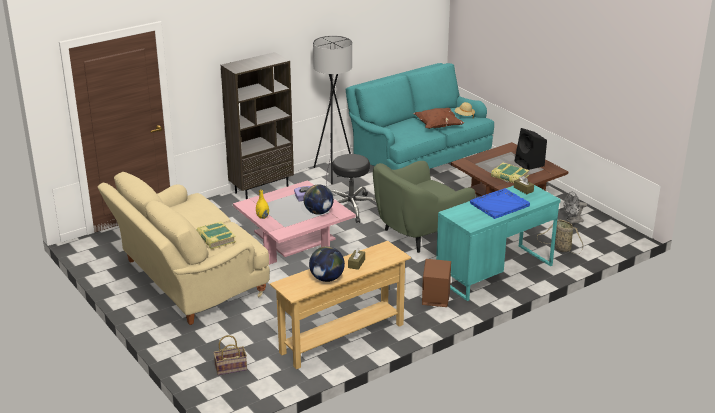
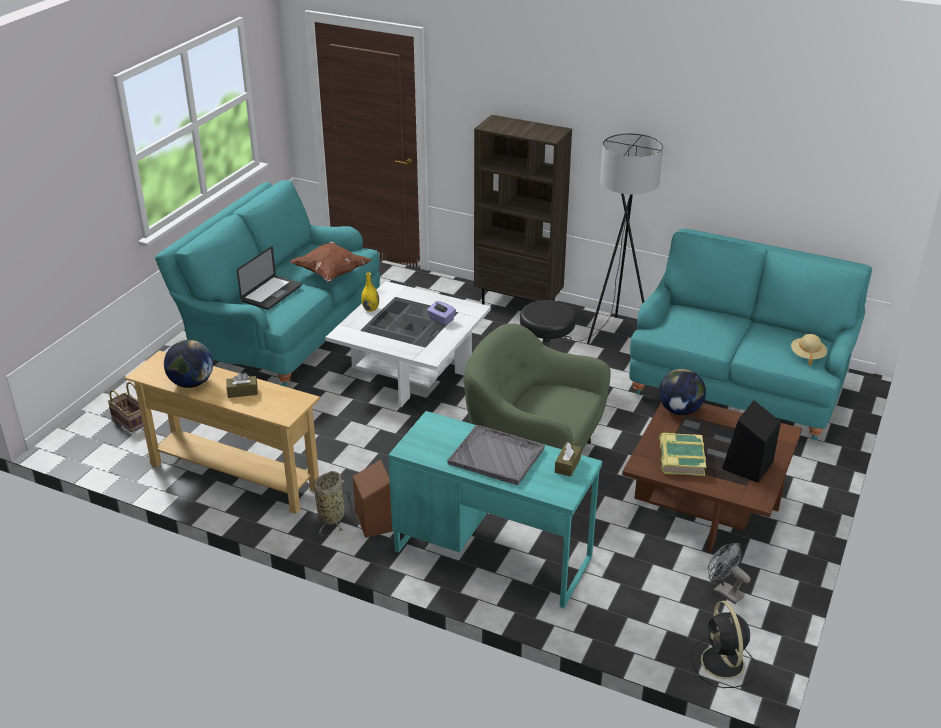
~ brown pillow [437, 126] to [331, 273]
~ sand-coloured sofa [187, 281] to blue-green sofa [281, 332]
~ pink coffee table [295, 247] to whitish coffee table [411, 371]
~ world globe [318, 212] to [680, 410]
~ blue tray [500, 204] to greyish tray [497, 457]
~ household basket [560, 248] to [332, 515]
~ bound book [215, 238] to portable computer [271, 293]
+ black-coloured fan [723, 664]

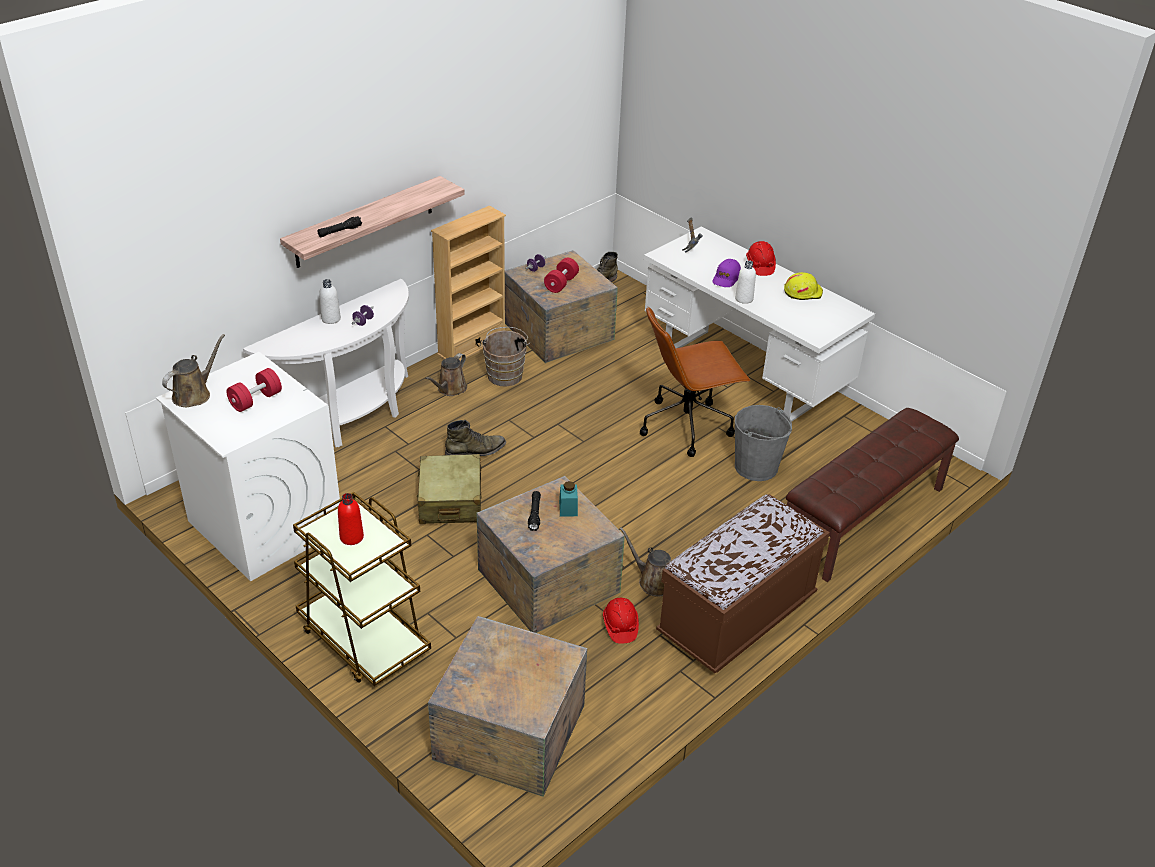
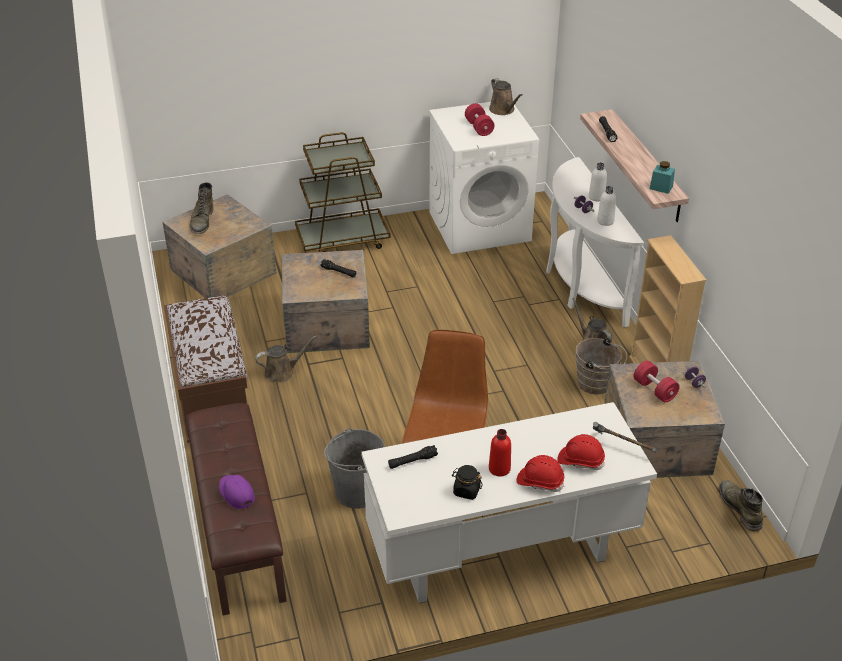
~ purple-coloured peaked cap [726, 278] to [236, 493]
~ whitish drink bottle [744, 299] to [605, 221]
~ yellowish work helmet [802, 292] to black-coloured storage jar [466, 491]
~ green boot [476, 451] to [202, 221]
- sand-coloured piece of luggage [450, 500]
~ blue-green storage jar [568, 508] to [661, 187]
~ red-coloured drink bottle [351, 537] to [499, 469]
~ red-coloured work helmet [620, 626] to [580, 460]
+ black-coloured hand torch [412, 461]

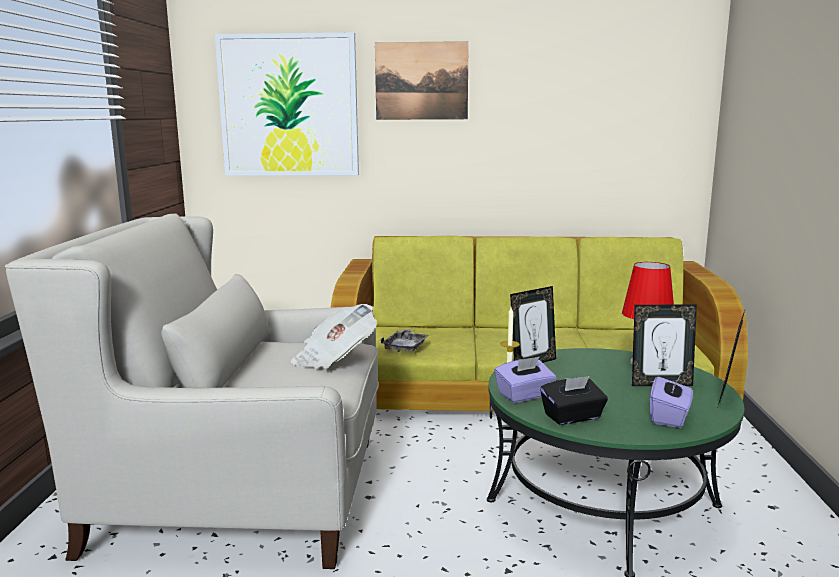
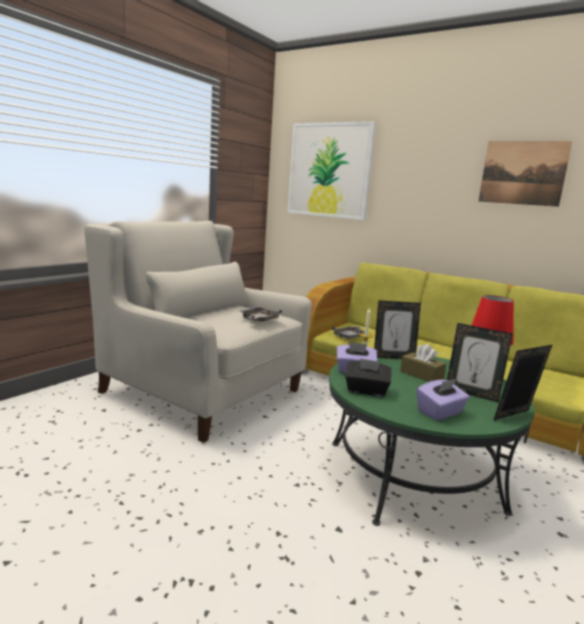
~ picture [421, 81] to [522, 173]
~ daily paper [334, 358] to greyish tray [259, 320]
+ brown tissue holder [421, 375]

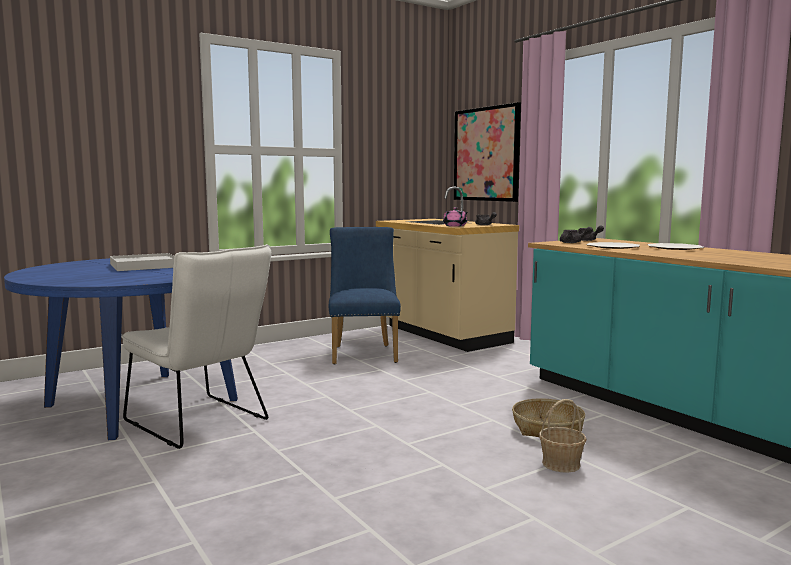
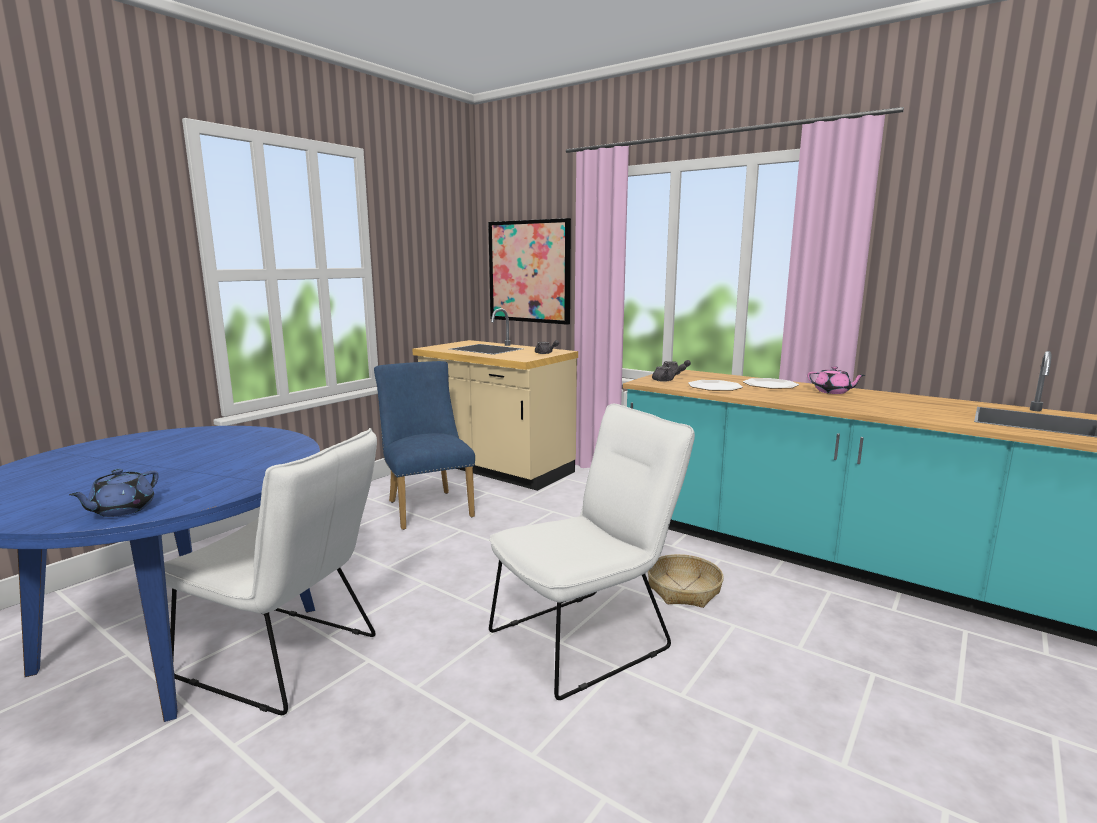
~ pink tea pot [455, 226] to [832, 392]
- whitish tray [144, 266]
- household basket [561, 464]
+ whitish upright chair [589, 636]
+ blue tea pot [122, 510]

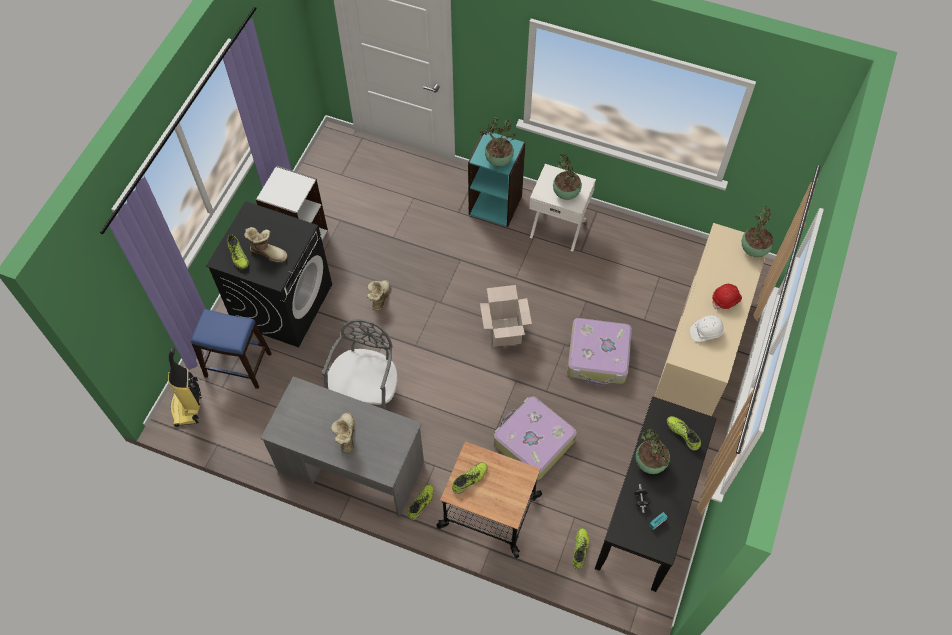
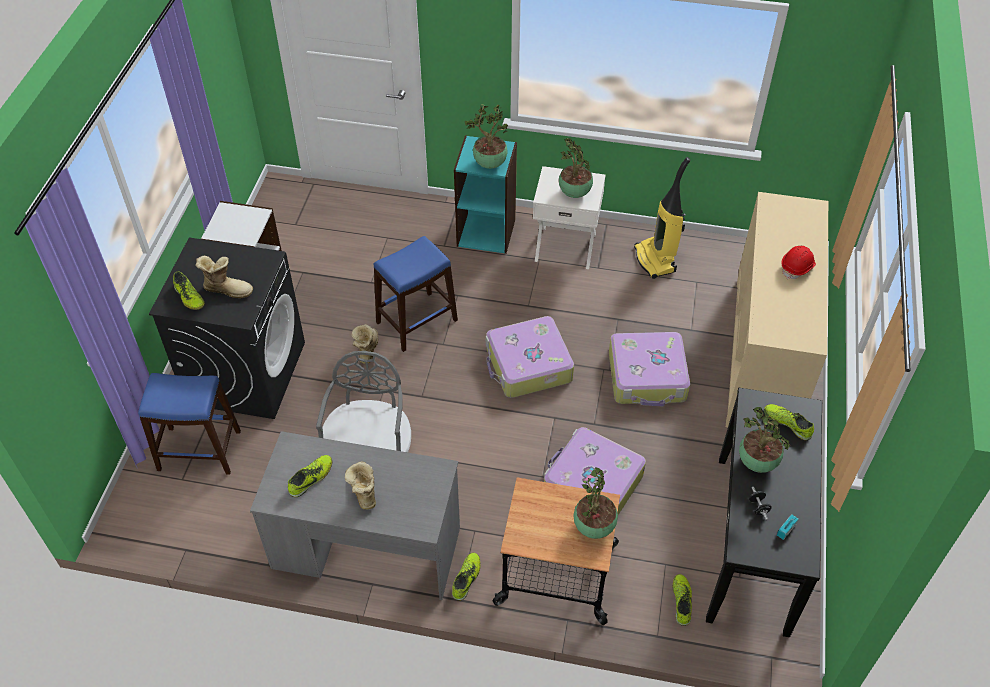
~ houseplant [753, 251] to [593, 528]
~ packing box [504, 331] to piece of luggage [528, 365]
- whitish work helmet [706, 332]
~ vacuum cleaner [188, 406] to [656, 260]
~ item of footwear [470, 479] to [311, 478]
+ blue sitting stool [416, 321]

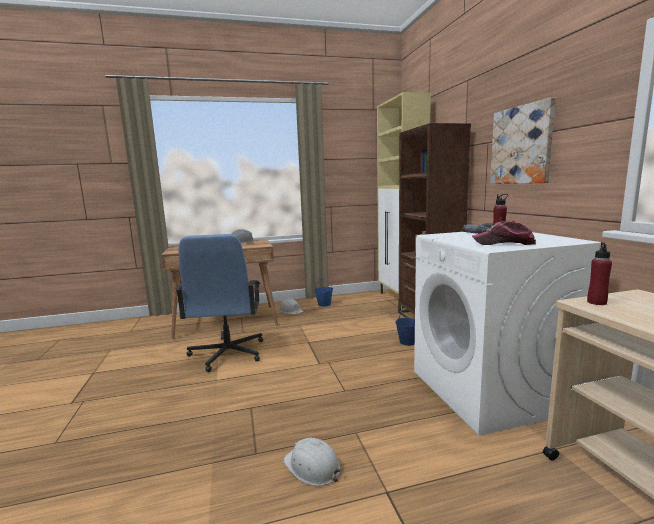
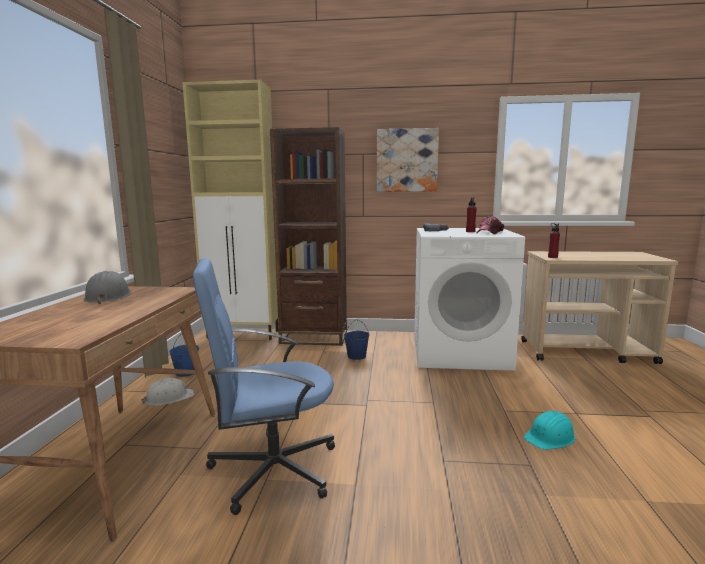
~ blue computer chair [227, 354] = [271, 469] 150 degrees clockwise
~ whitish work helmet [312, 467] to blue-green work helmet [550, 437]

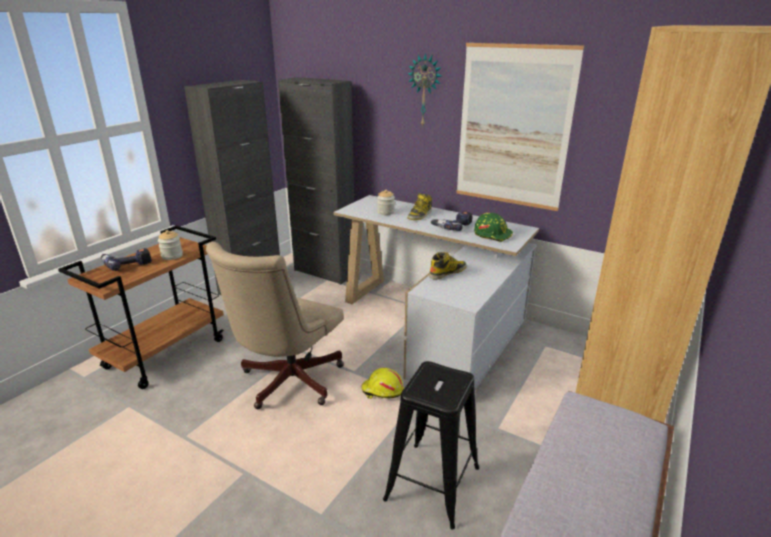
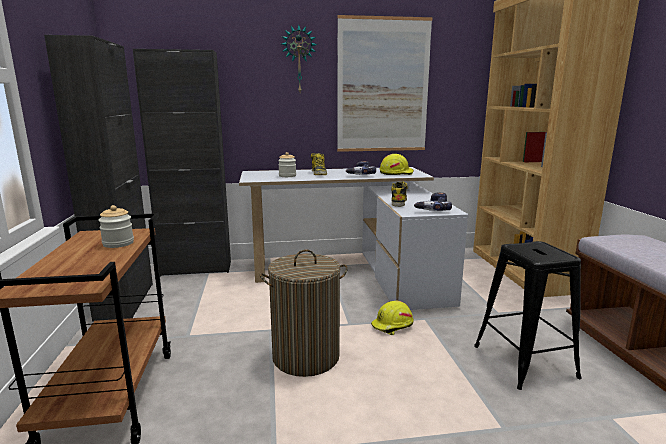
~ green work helmet [493, 234] to yellowish work helmet [396, 173]
~ sand-coloured computer chair [287, 383] to hamper [305, 357]
~ electric drill [127, 264] to [432, 209]

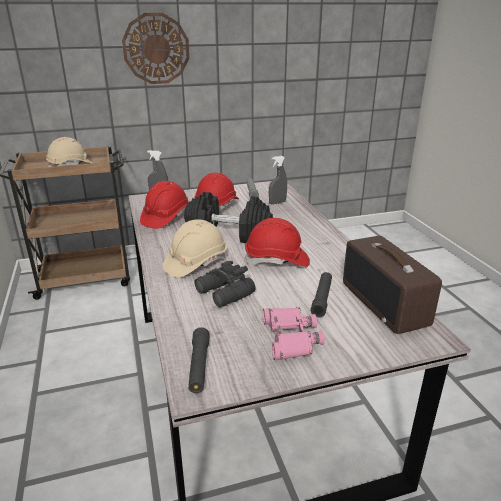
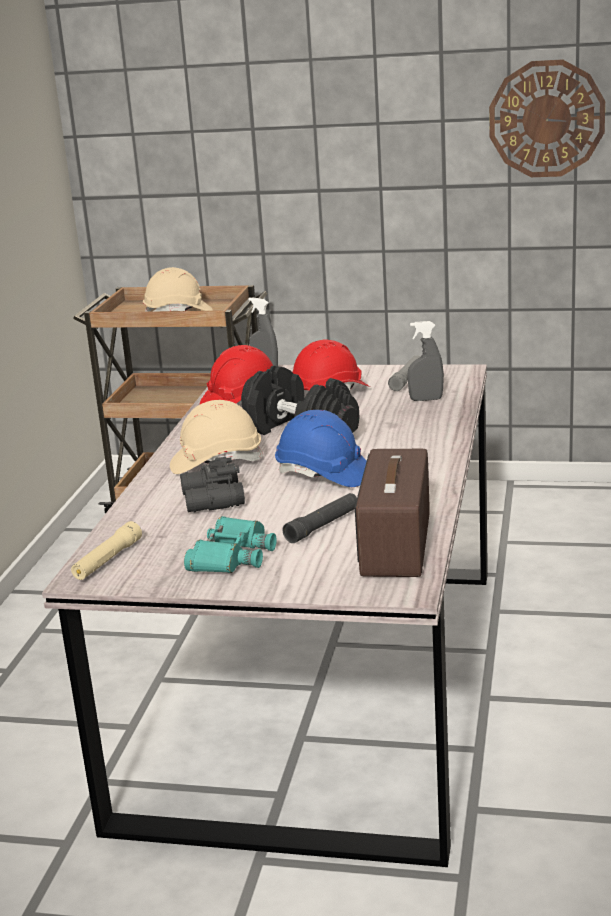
~ hanging clock [156, 49] to [546, 119]
~ red-coloured work helmet [277, 260] to blue work helmet [323, 475]
~ pink field glasses [290, 338] to blue-green field glasses [232, 556]
~ black-coloured hand torch [199, 365] to sand-coloured hand torch [107, 560]

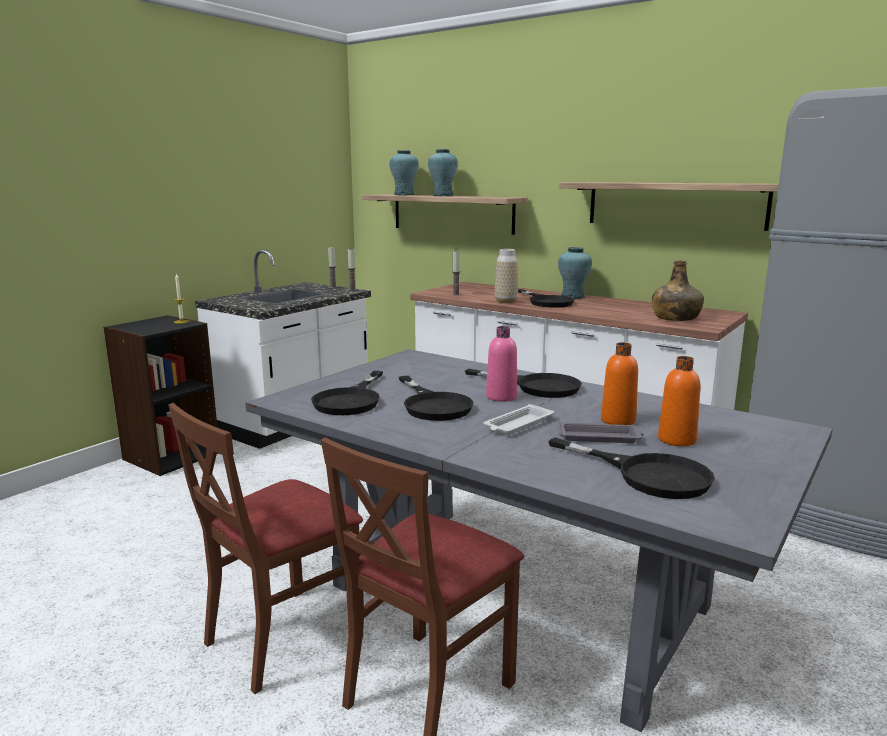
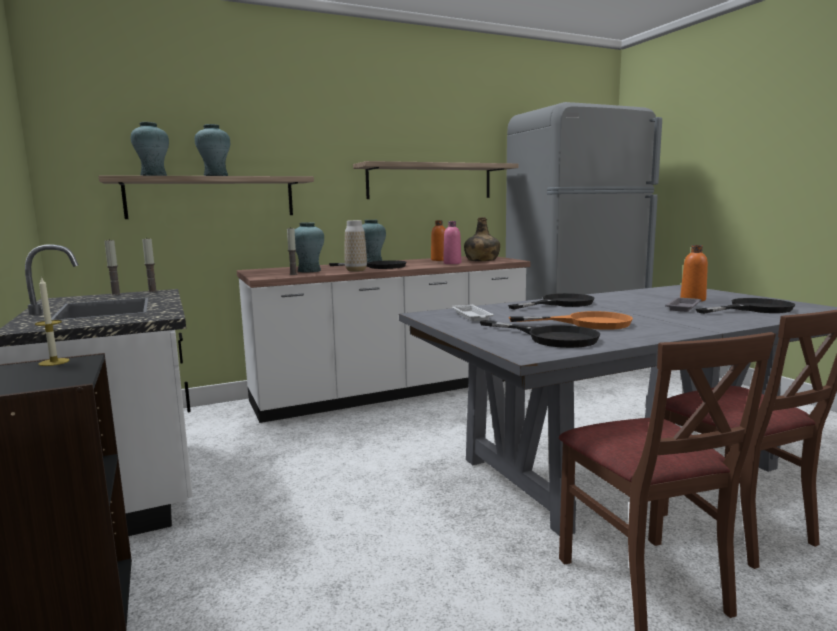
~ pink drink bottle [501, 397] to [452, 263]
~ orange-coloured drink bottle [618, 420] to [439, 260]
~ black-coloured skillet [433, 405] to orange-coloured skillet [587, 323]
~ whitish tray [517, 425] to [472, 316]
+ blue-green decorative vase [309, 271]

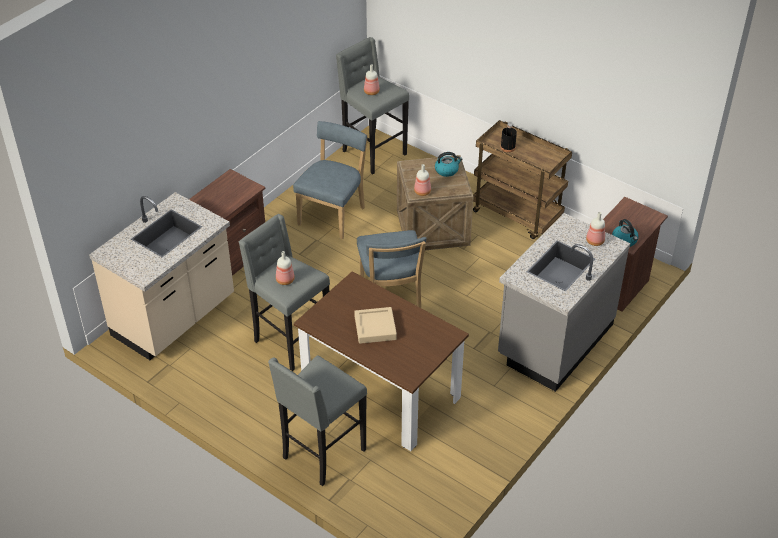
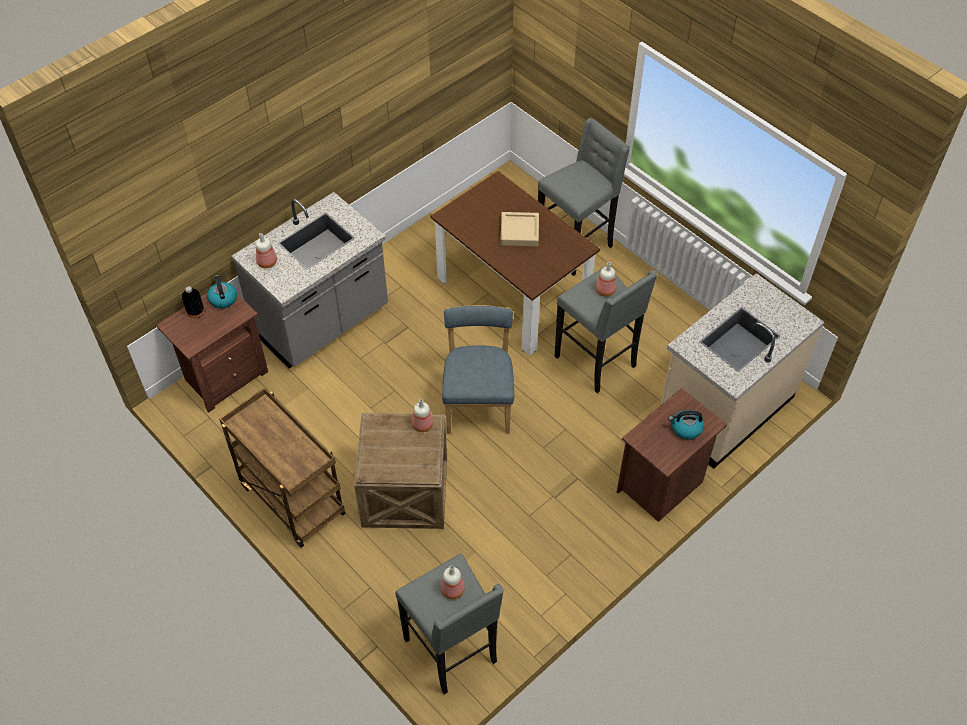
- blue upright chair [333, 214]
~ black-coloured drink bottle [508, 147] to [195, 311]
~ kettle [447, 170] to [686, 428]

